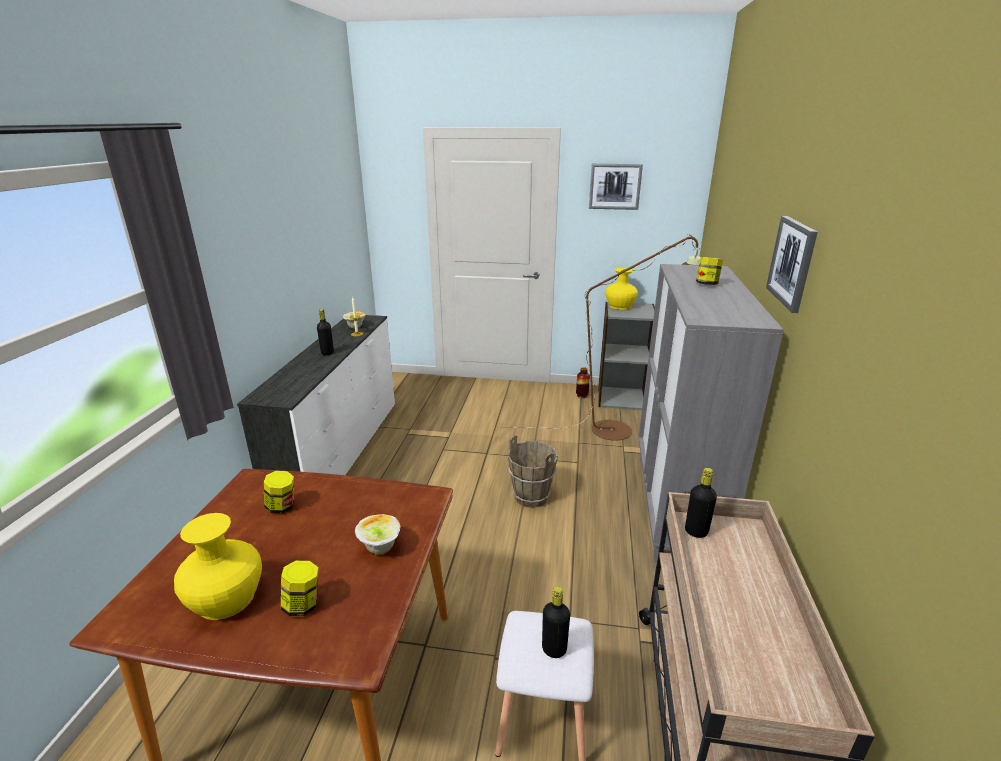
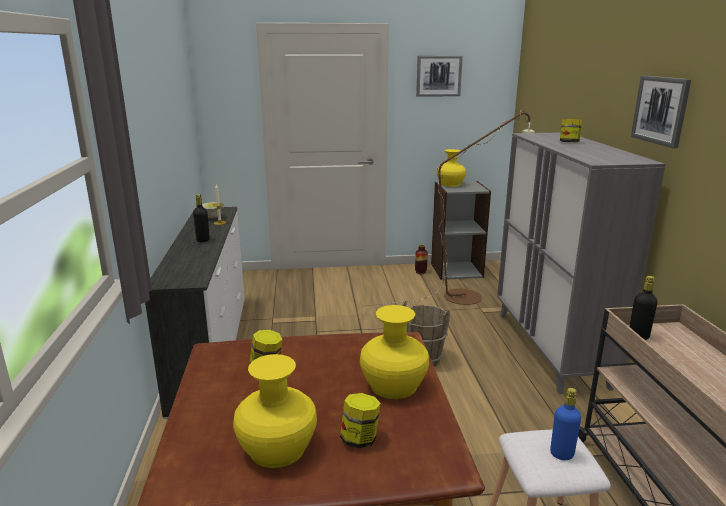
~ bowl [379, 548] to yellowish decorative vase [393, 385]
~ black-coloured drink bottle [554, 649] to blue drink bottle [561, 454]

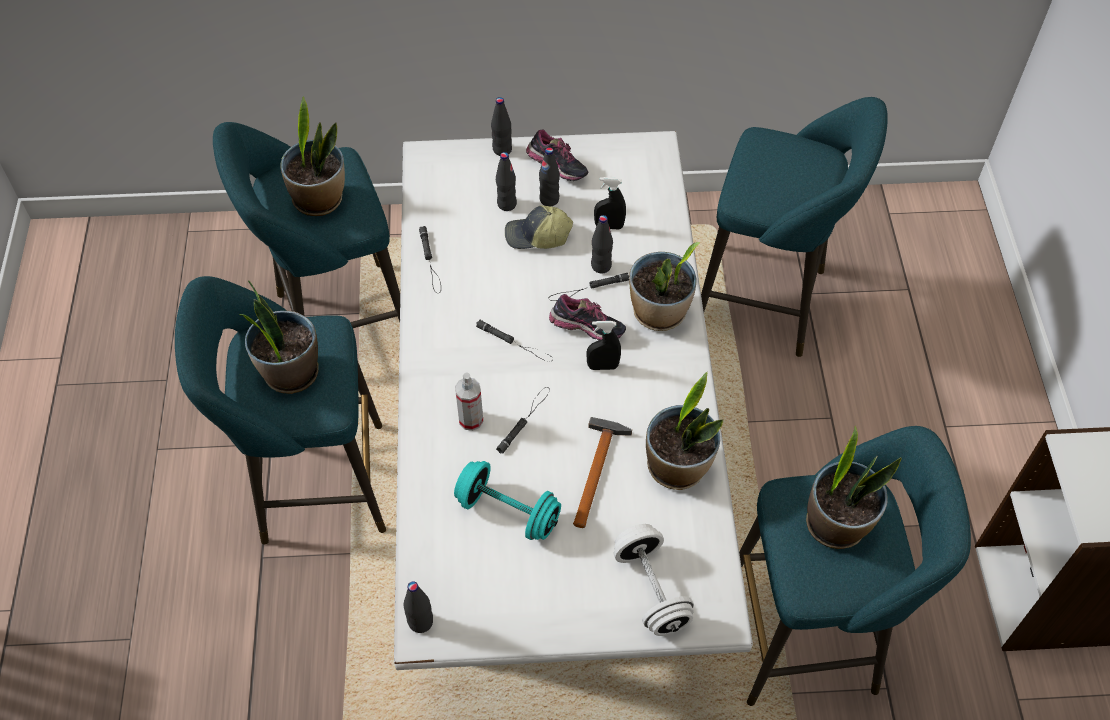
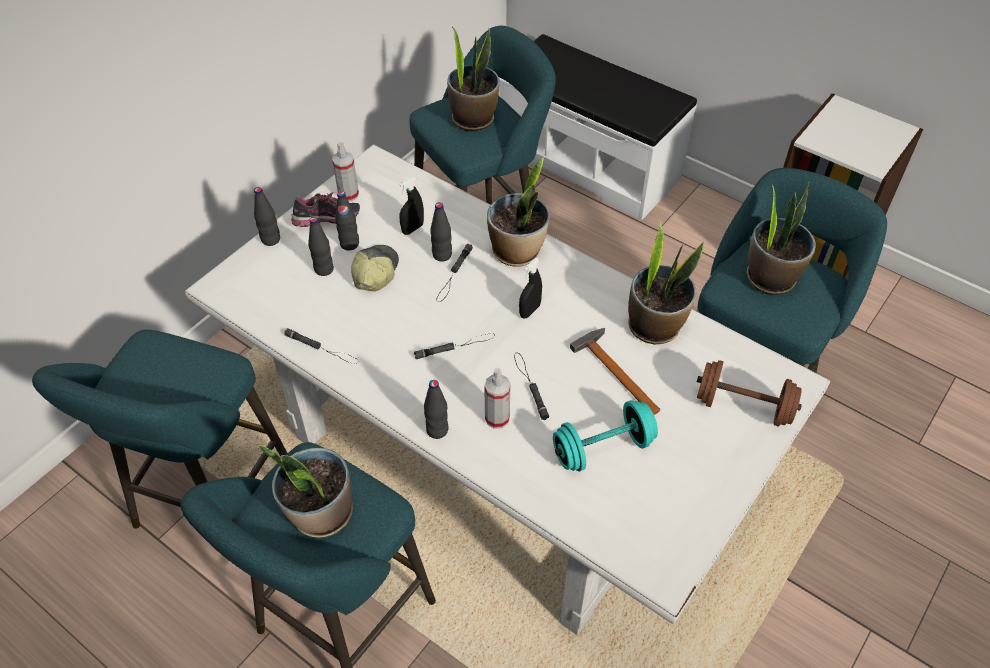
~ houseplant [319, 199] to [473, 119]
~ peaked cap [537, 236] = [374, 272] 150 degrees clockwise
- item of footwear [587, 330]
~ whitish dumbbell [651, 590] to brown dumbbell [743, 406]
~ black-coloured drink bottle [420, 622] to [437, 430]
+ whitish bench [588, 162]
+ sprayer [348, 195]

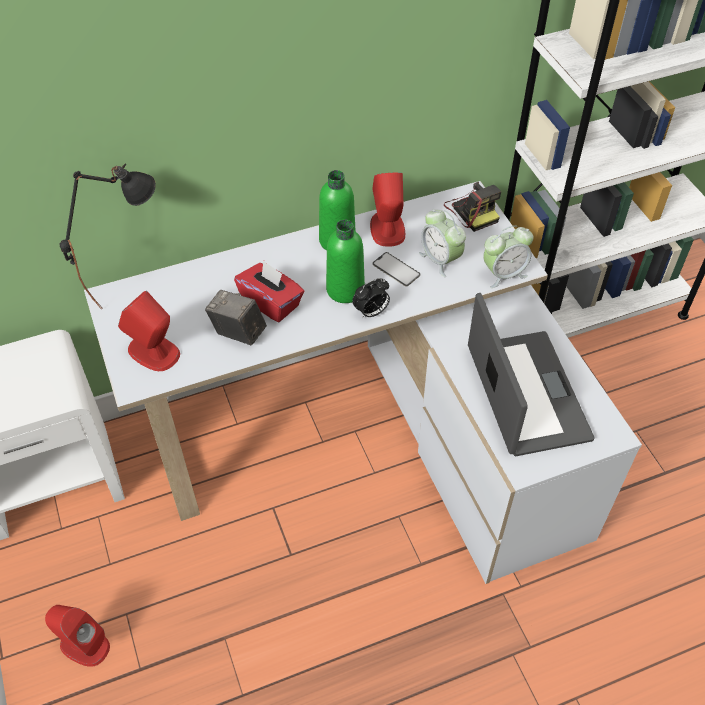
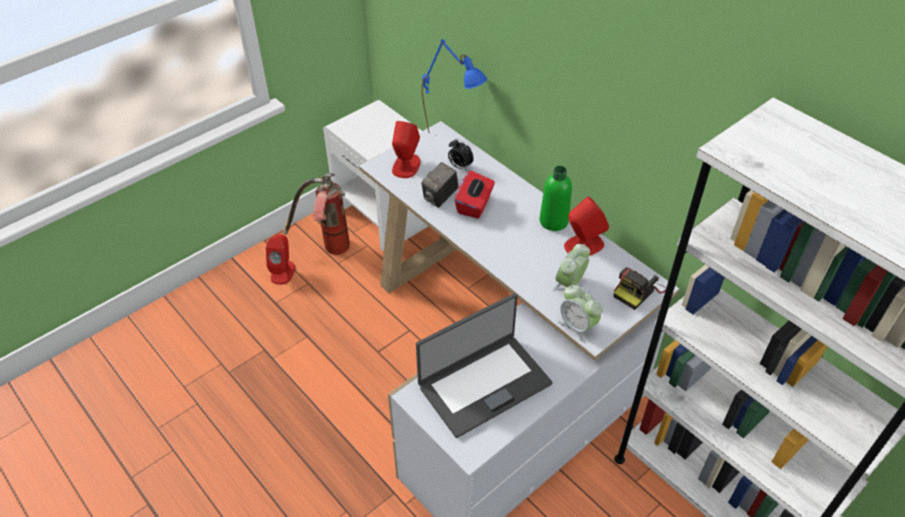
~ black-coloured table lamp [127, 286] to blue table lamp [453, 137]
- green drink bottle [345, 289]
- phone [396, 269]
~ table clock [371, 312] to [459, 166]
~ still camera [238, 333] = [440, 197] 150 degrees counterclockwise
+ fire extinguisher [327, 248]

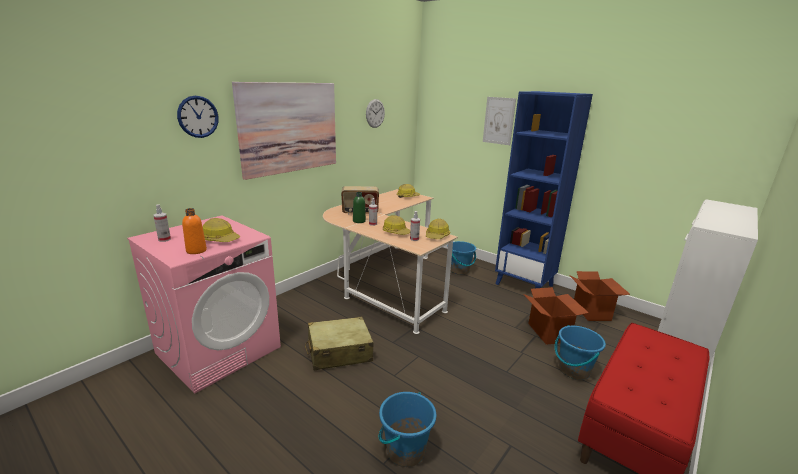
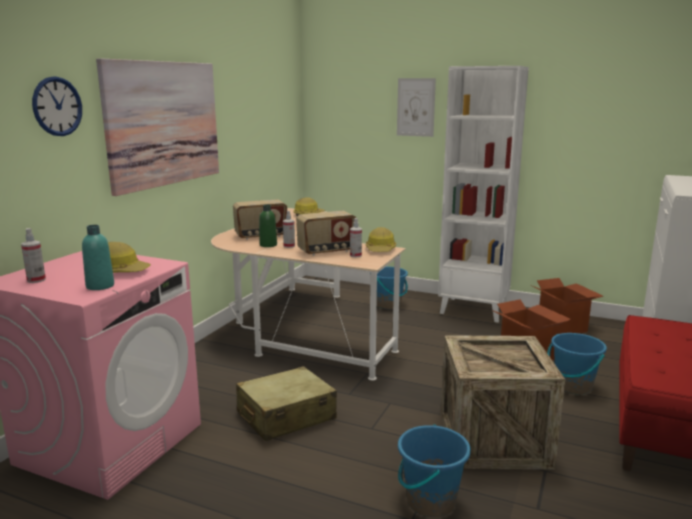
~ blue bookcase [524, 285] to whitish bookcase [474, 309]
- hanging clock [375, 113]
~ orange-coloured drink bottle [196, 251] to blue-green drink bottle [100, 286]
~ work helmet [396, 232] to radio receiver [327, 251]
+ crate [493, 440]

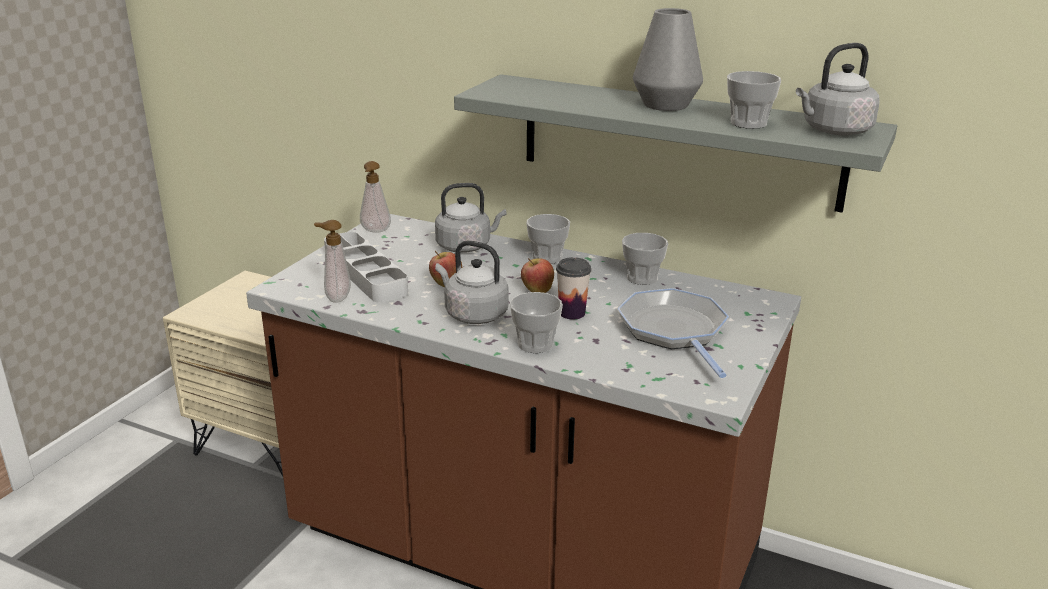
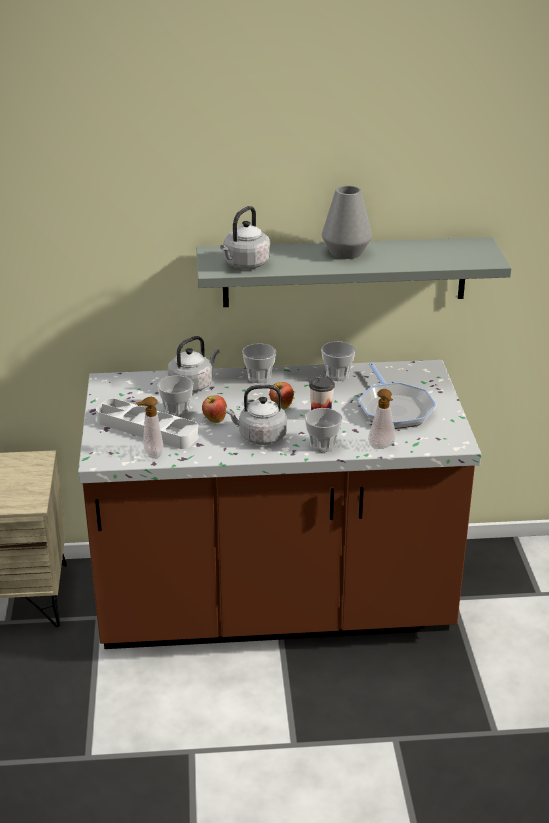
~ greyish kettle [834, 131] to [245, 264]
~ small cup [748, 123] to [176, 411]
~ liquid soap bottle [375, 231] to [382, 447]
~ skillet [674, 331] = [394, 409] 150 degrees counterclockwise

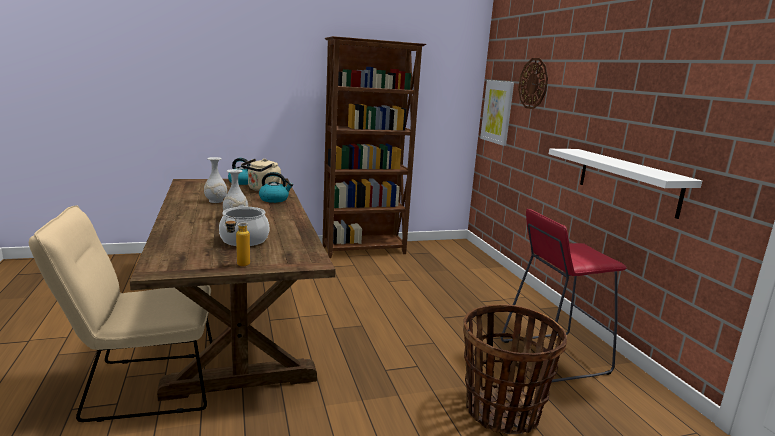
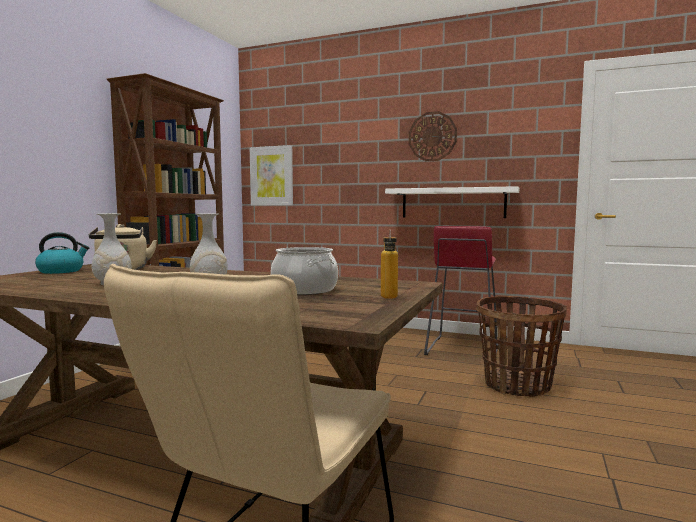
~ hanging clock [533, 83] to [432, 136]
- kettle [274, 199]

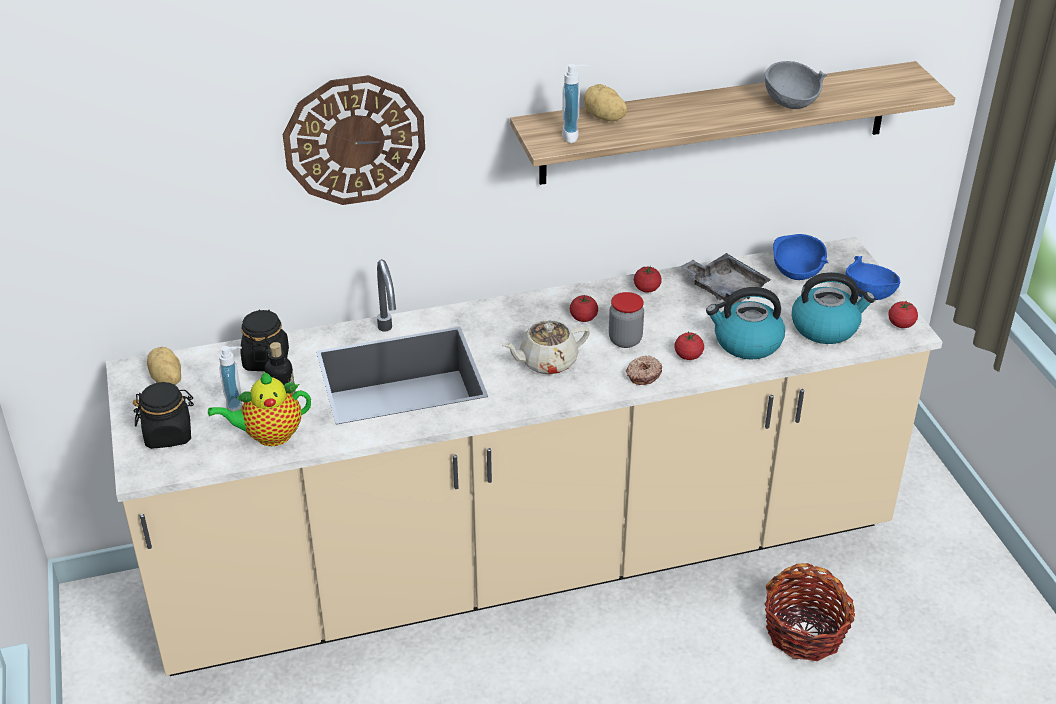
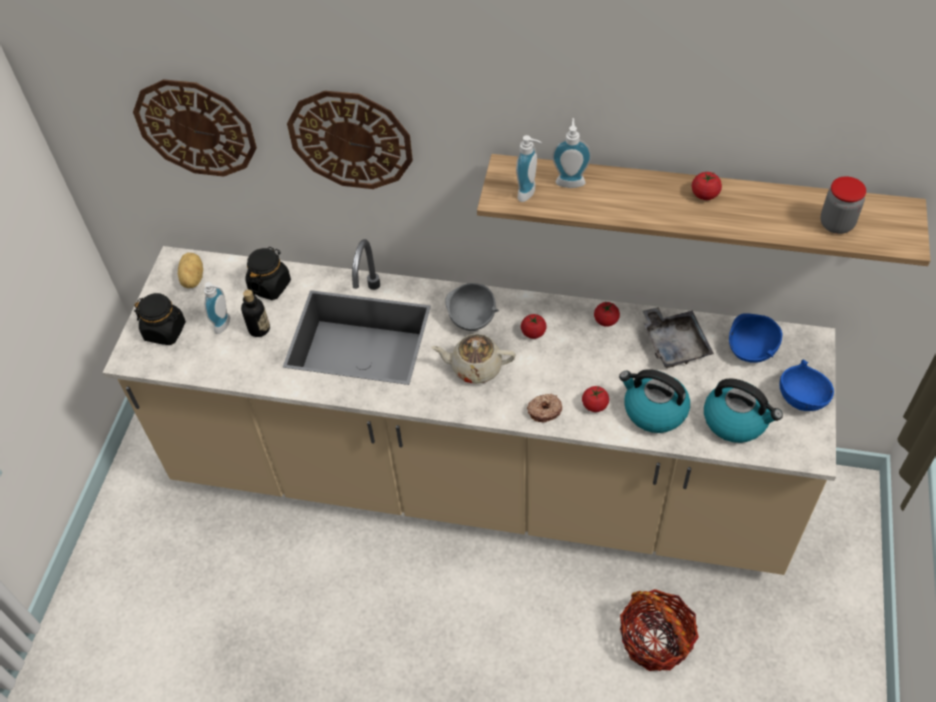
~ greyish bowl [791, 103] to [472, 319]
~ potato [604, 118] to liquid soap bottle [570, 180]
~ storage jar [625, 340] to [836, 224]
~ fresh tomato [901, 324] to [705, 194]
- tea pot [269, 436]
+ hanging clock [196, 128]

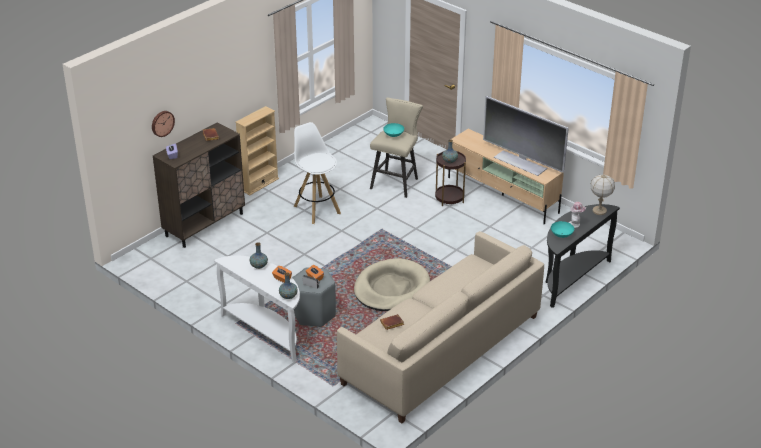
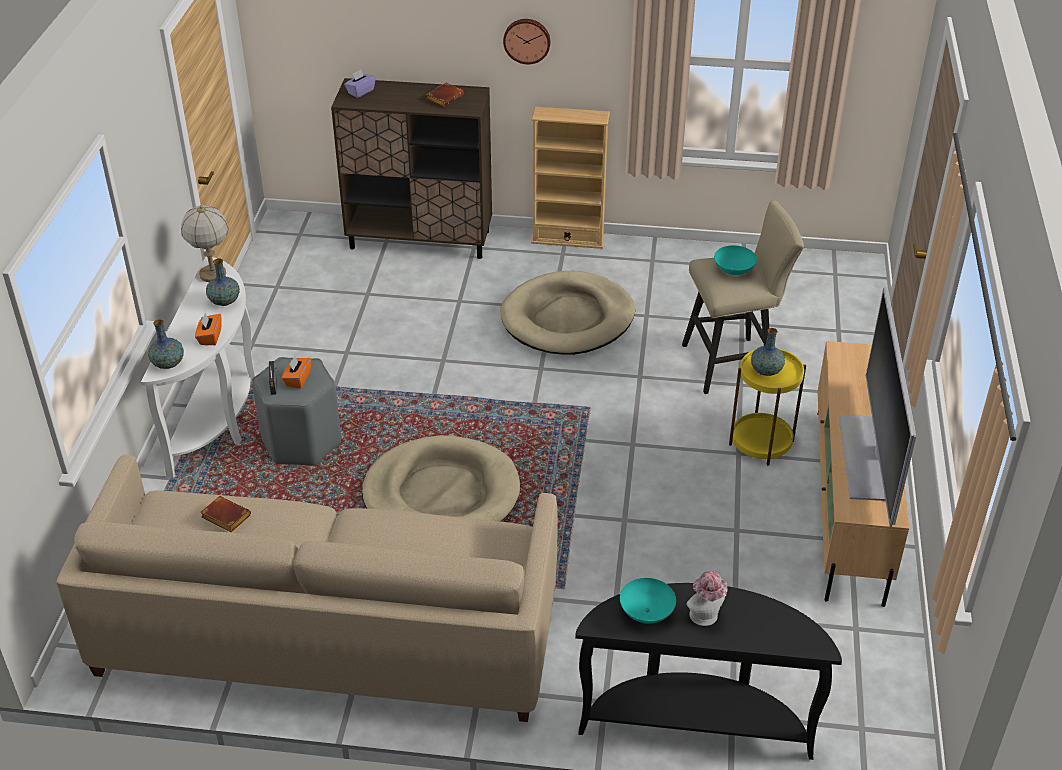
~ hanging clock [162, 123] to [527, 40]
~ whitish sitting stool [316, 209] to sand-coloured dog cushion [568, 318]
~ brown end table [449, 198] to yellowish end table [761, 443]
~ table lamp [599, 211] to [213, 274]

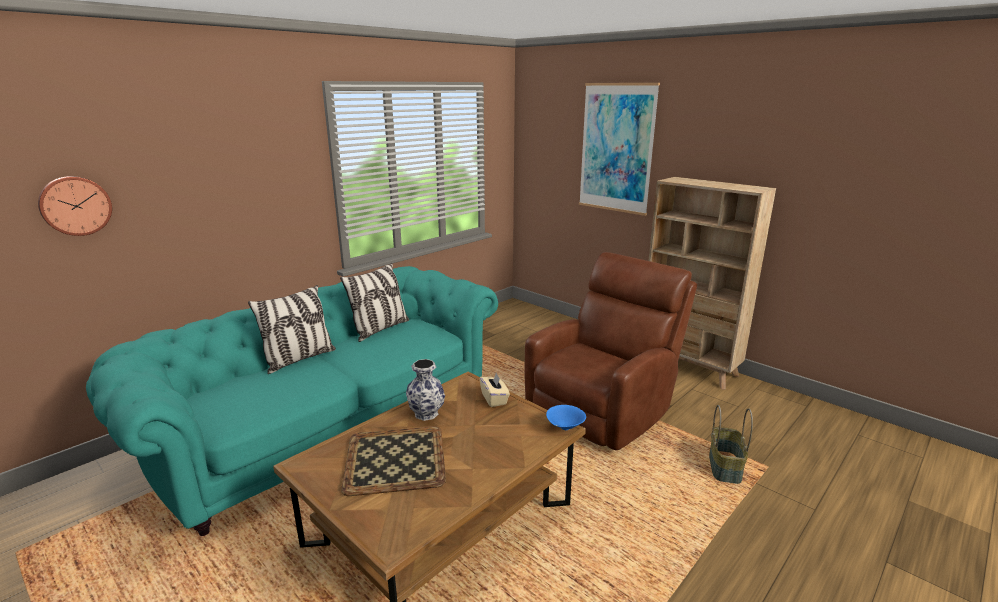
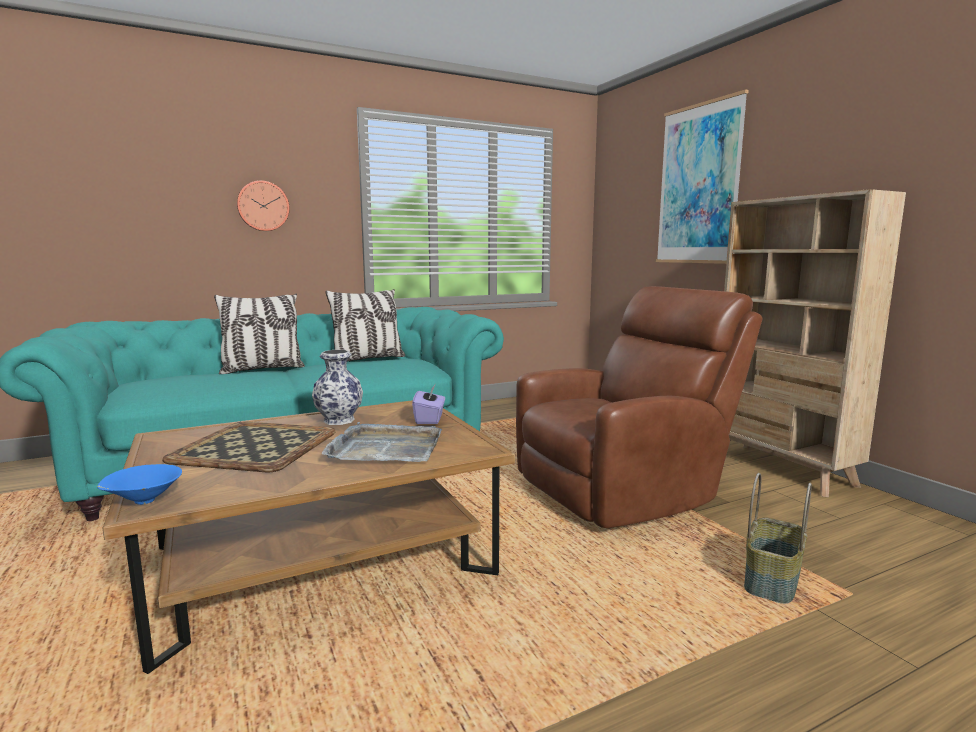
~ hanging clock [75, 205] to [263, 206]
~ sand-coloured tissue holder [494, 399] to purple-coloured tissue holder [429, 419]
~ blue bowl [564, 428] to [142, 501]
+ greyish tray [385, 448]

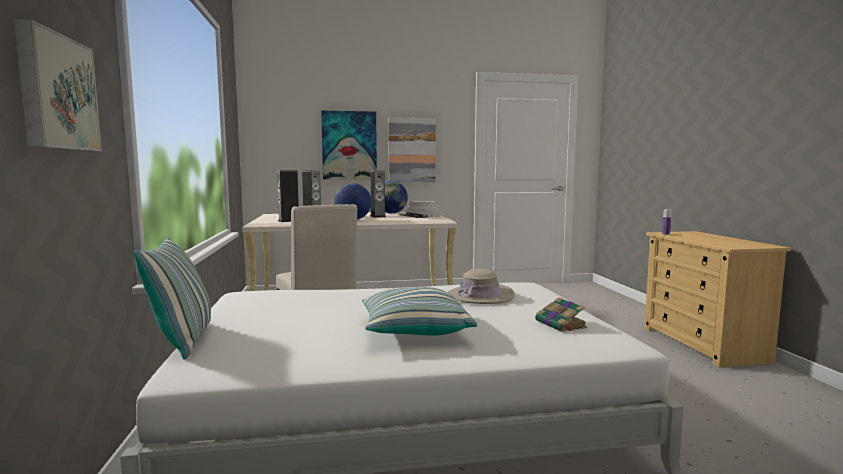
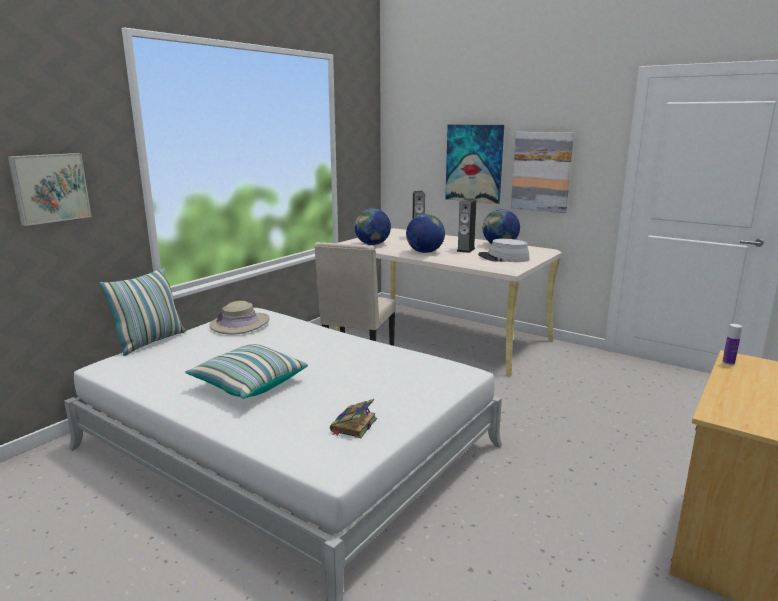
~ loudspeaker [289, 221] to world globe [372, 244]
~ sand-coloured hat [480, 296] to [240, 324]

